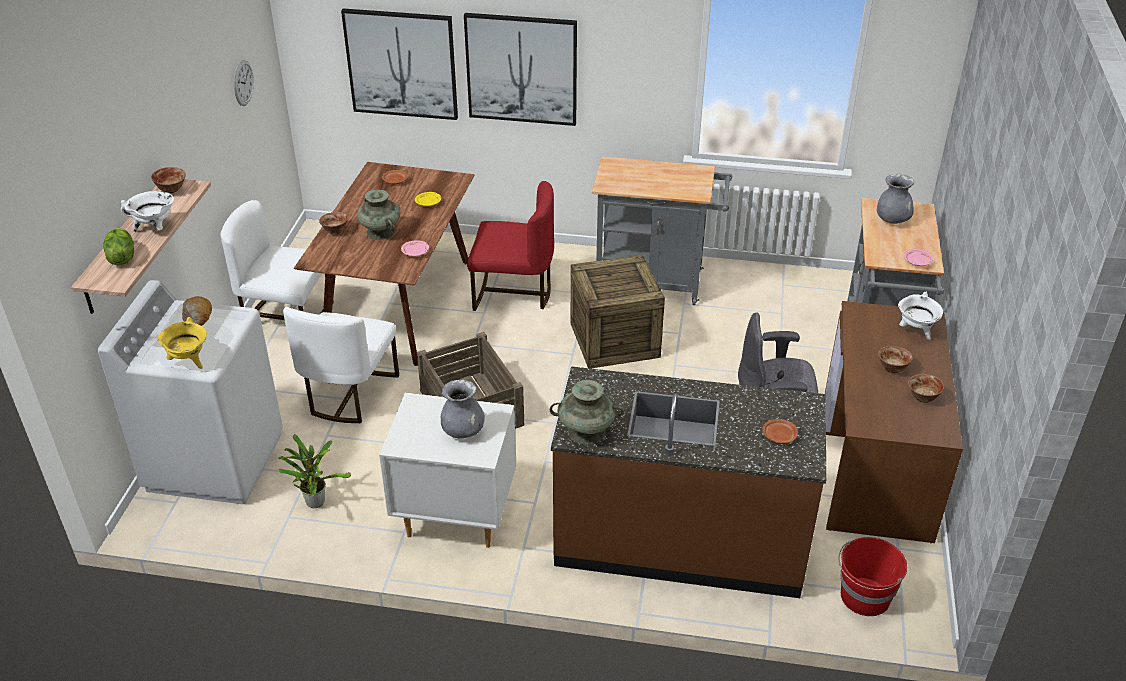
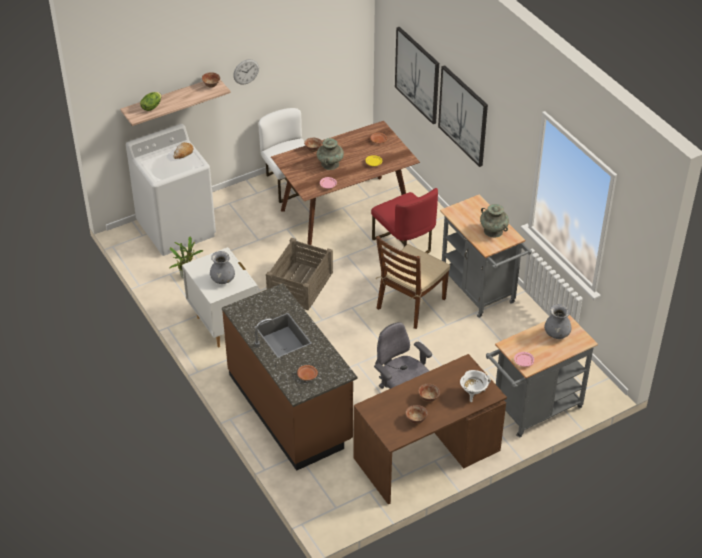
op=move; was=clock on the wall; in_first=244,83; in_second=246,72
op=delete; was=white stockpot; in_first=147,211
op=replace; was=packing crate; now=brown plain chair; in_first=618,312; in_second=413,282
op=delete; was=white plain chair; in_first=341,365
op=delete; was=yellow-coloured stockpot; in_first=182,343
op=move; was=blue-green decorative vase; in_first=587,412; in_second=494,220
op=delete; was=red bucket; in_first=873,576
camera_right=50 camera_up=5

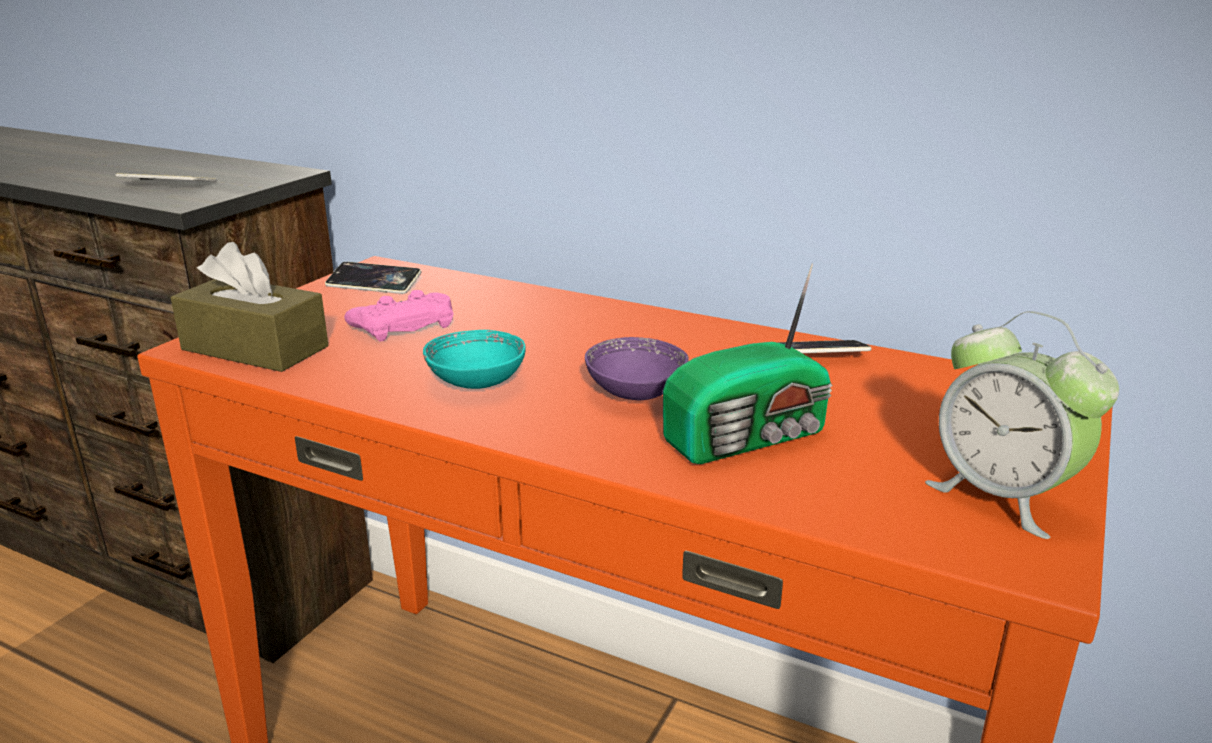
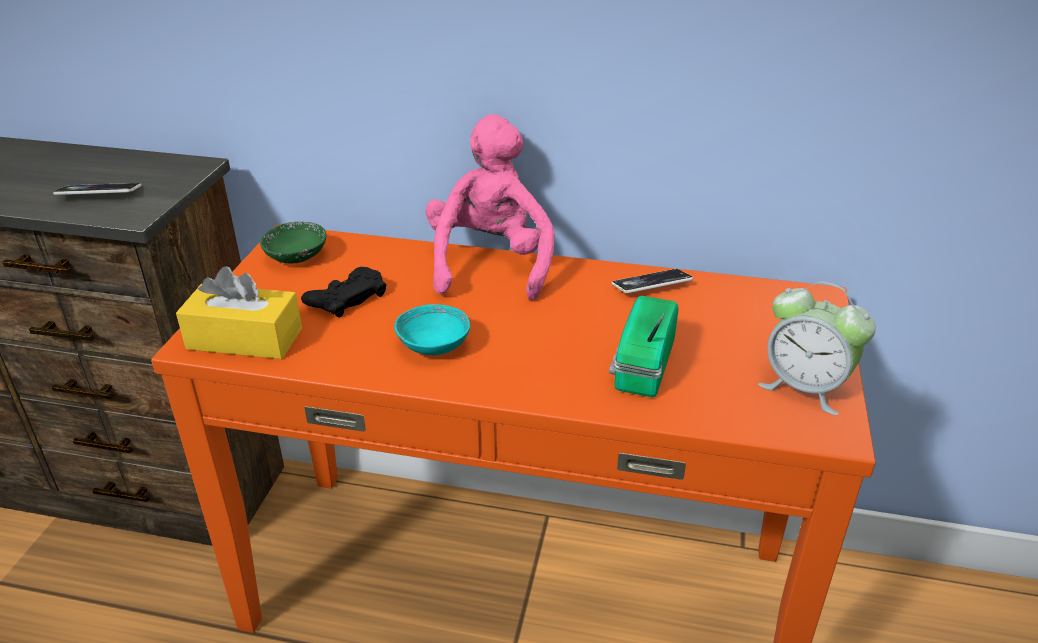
op=recolor; was=brown tissue box; now=yellow-coloured tissue box; in_first=250,307; in_second=239,312
op=replace; was=phone; now=greenish deep dish; in_first=373,278; in_second=293,243
op=rotate; was=radio; in_first=747,363; in_second=643,346; clockwise=150
op=recolor; was=pinkish game controller; now=blackish game controller; in_first=398,315; in_second=344,292
op=delete; was=purple deep dish; in_first=637,368
op=insert; now=pinkish soft toy; in_second=490,207
camera_right=-15 camera_up=10

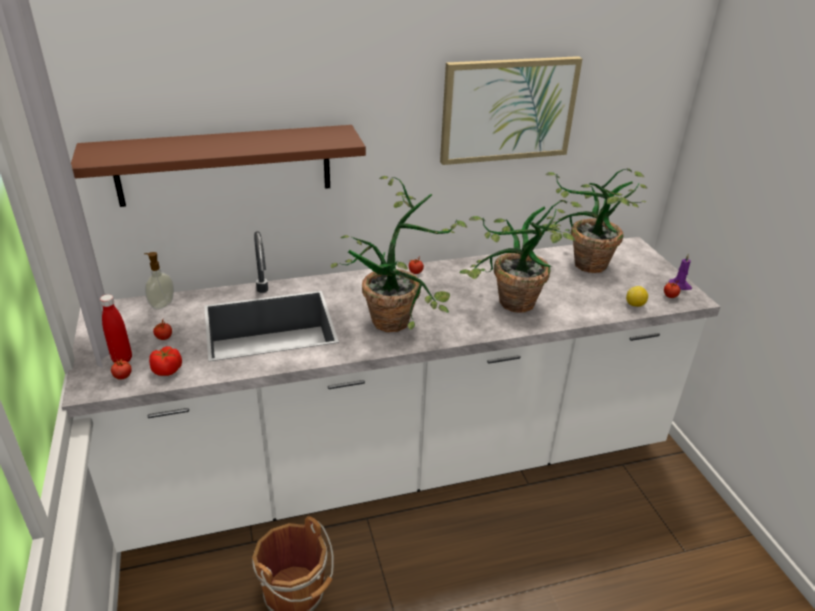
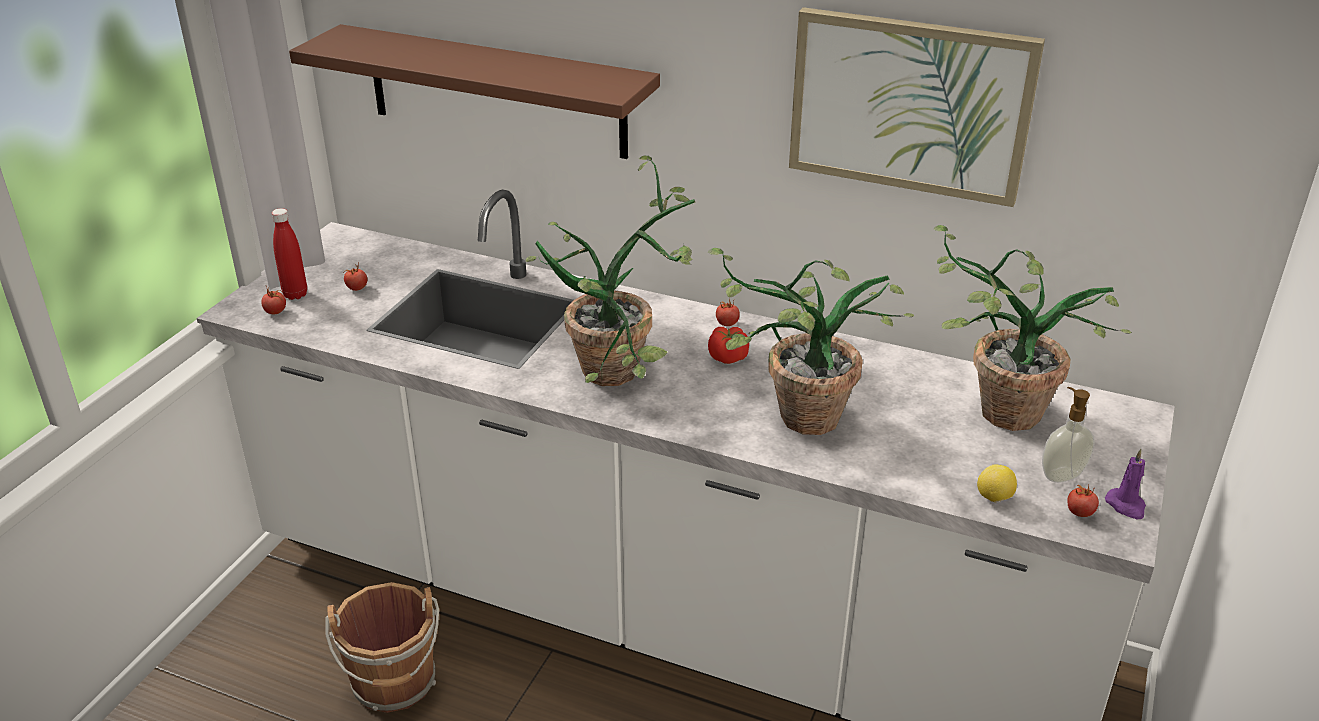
op=move; was=soap dispenser; in_first=159,280; in_second=1068,435
op=move; was=whole tomato; in_first=165,361; in_second=728,345
camera_right=40 camera_up=0

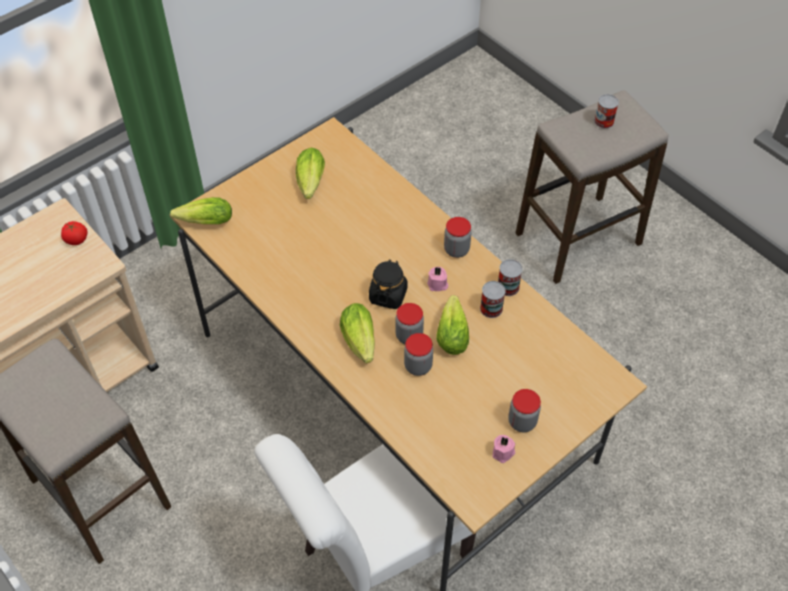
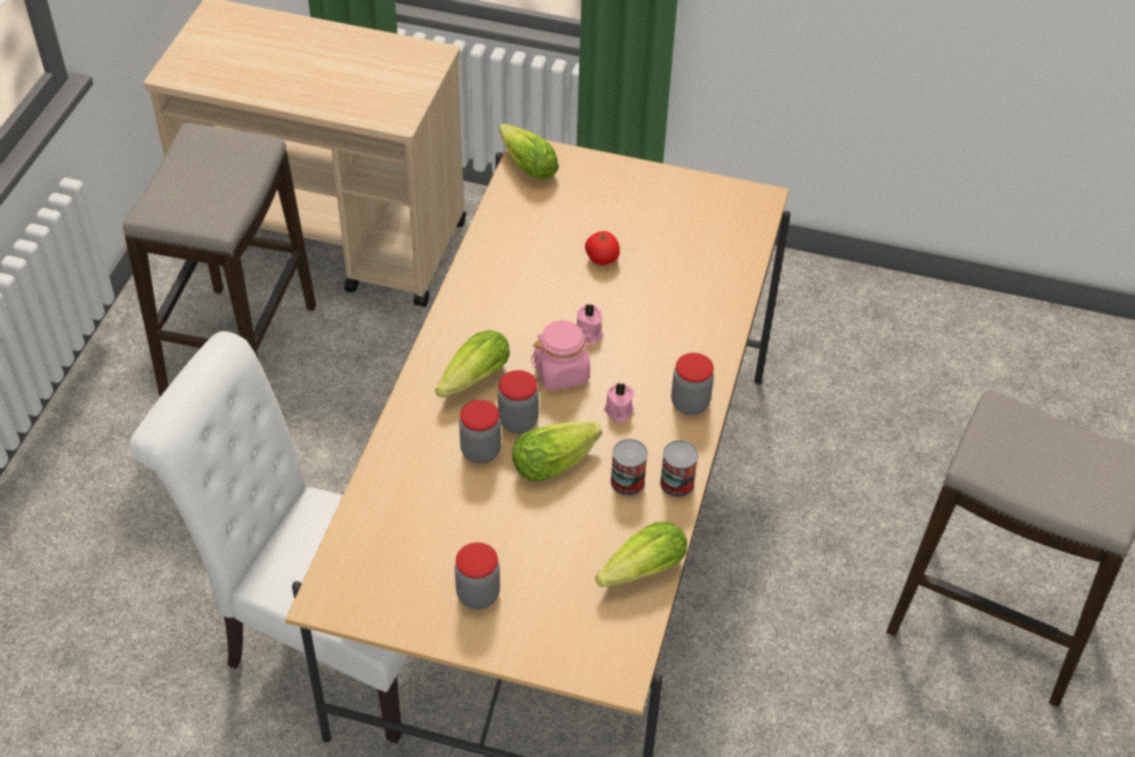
op=delete; was=can; in_first=606,111
op=move; was=lettuce; in_first=310,173; in_second=641,554
op=move; was=whole tomato; in_first=74,233; in_second=602,248
op=recolor; was=blackish preserve jar; now=pinkish preserve jar; in_first=388,284; in_second=563,355
op=move; was=pinkish candle; in_first=503,449; in_second=590,323
camera_right=55 camera_up=-5

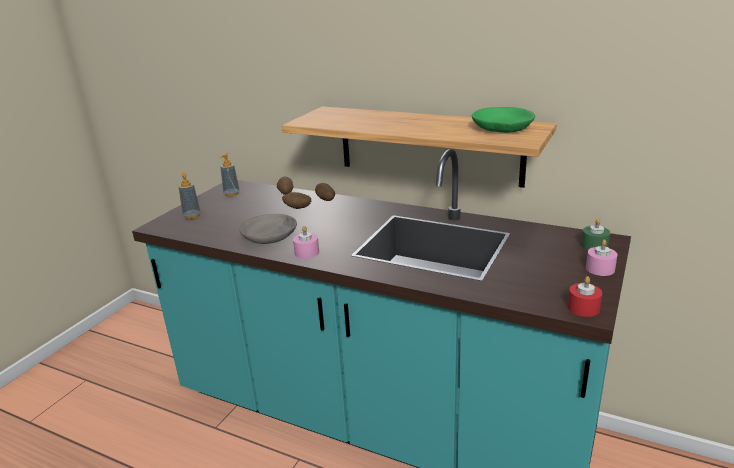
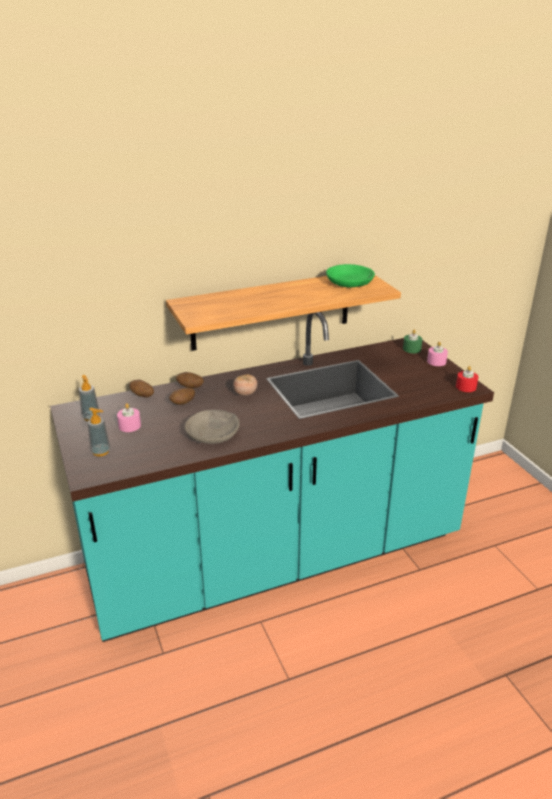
op=move; was=pinkish candle; in_first=306,242; in_second=129,417
op=insert; now=whole tomato; in_second=245,385
camera_right=-50 camera_up=5

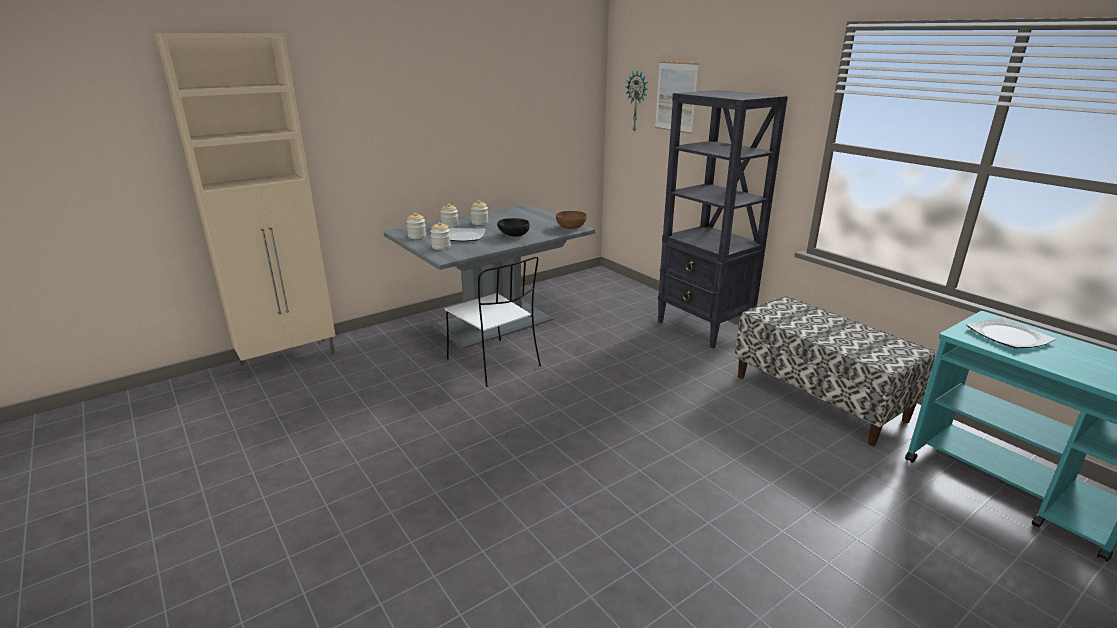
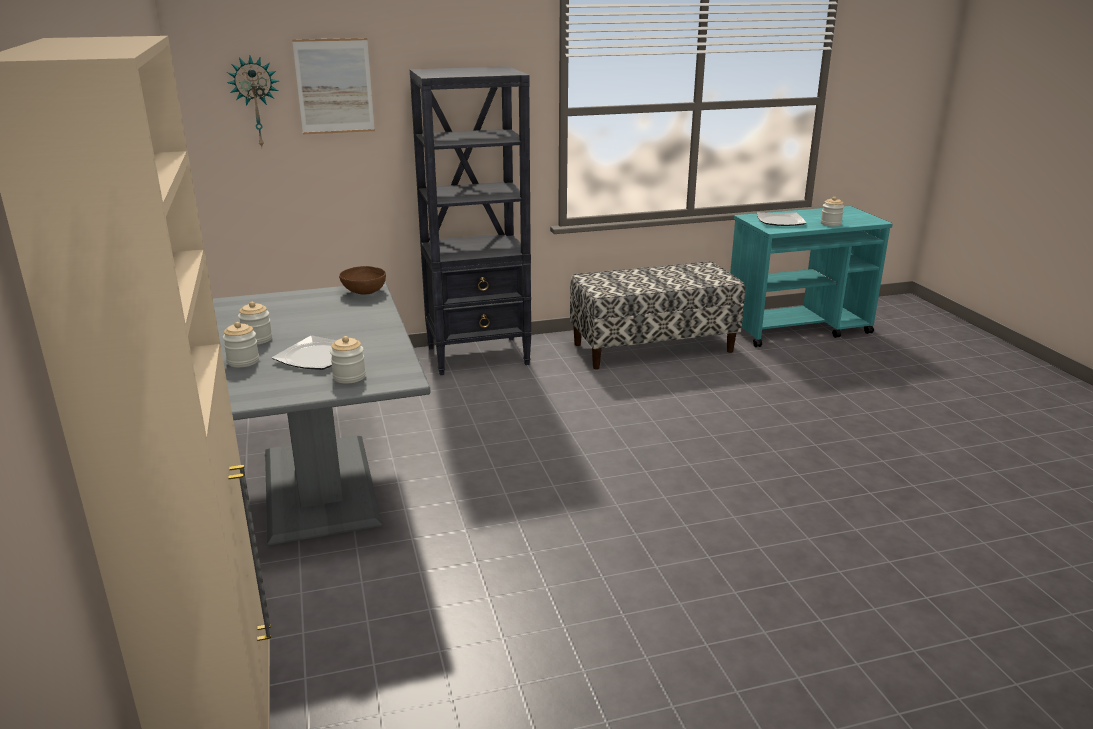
op=move; was=preserve jar; in_first=416,226; in_second=832,212
op=delete; was=blackish deep dish; in_first=513,227
op=delete; was=white plain chair; in_first=493,321
camera_right=-70 camera_up=0

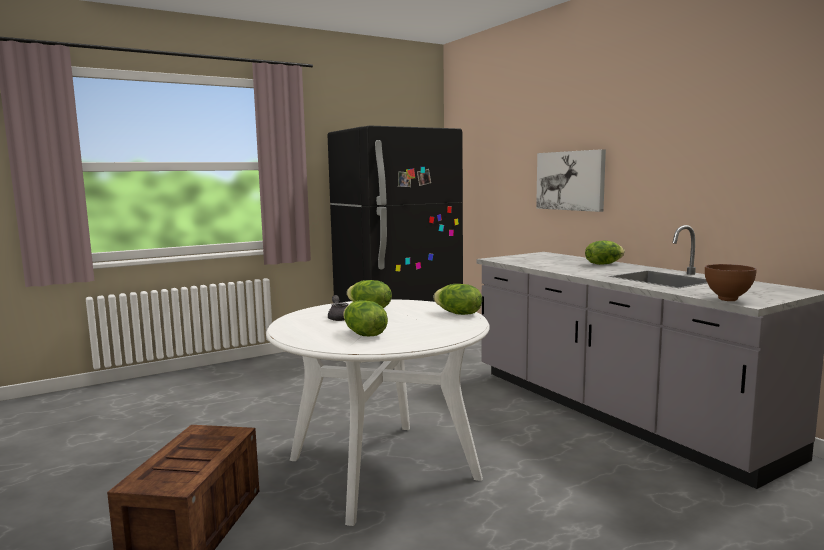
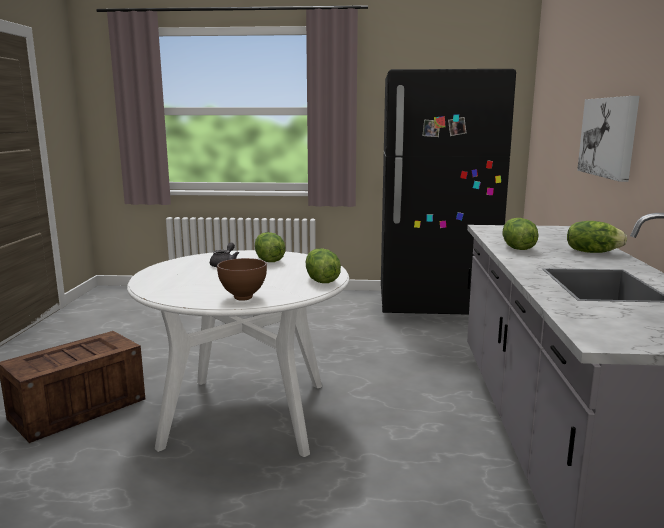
op=move; was=brown deep dish; in_first=731,282; in_second=242,279
op=move; was=lettuce; in_first=365,318; in_second=521,234
camera_right=35 camera_up=5

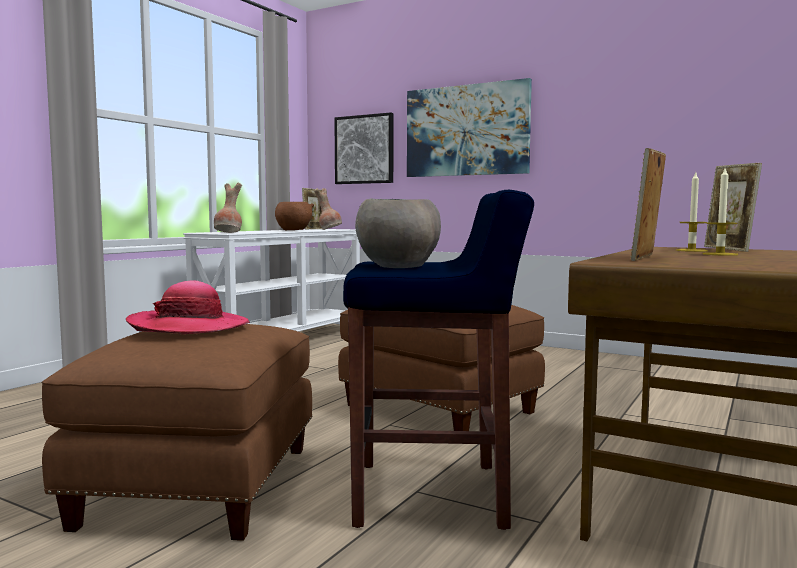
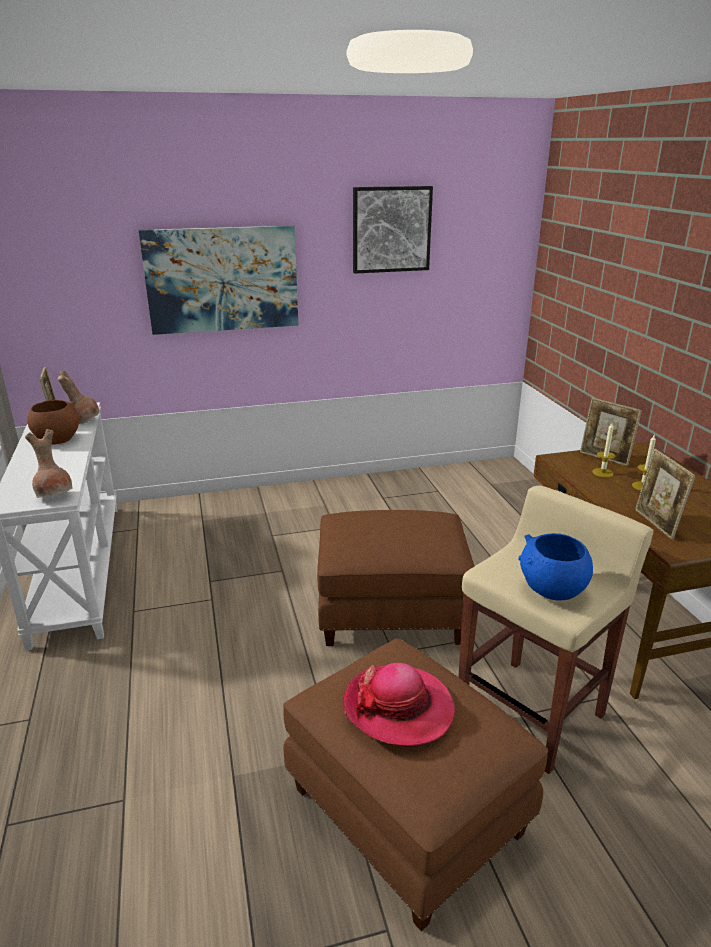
op=move; was=wall picture; in_first=363,148; in_second=393,229
op=recolor; was=blue-coloured stool; now=beige-coloured stool; in_first=438,360; in_second=556,630
op=recolor; was=gray deep dish; now=blue-coloured deep dish; in_first=398,233; in_second=555,567
camera_right=-45 camera_up=20

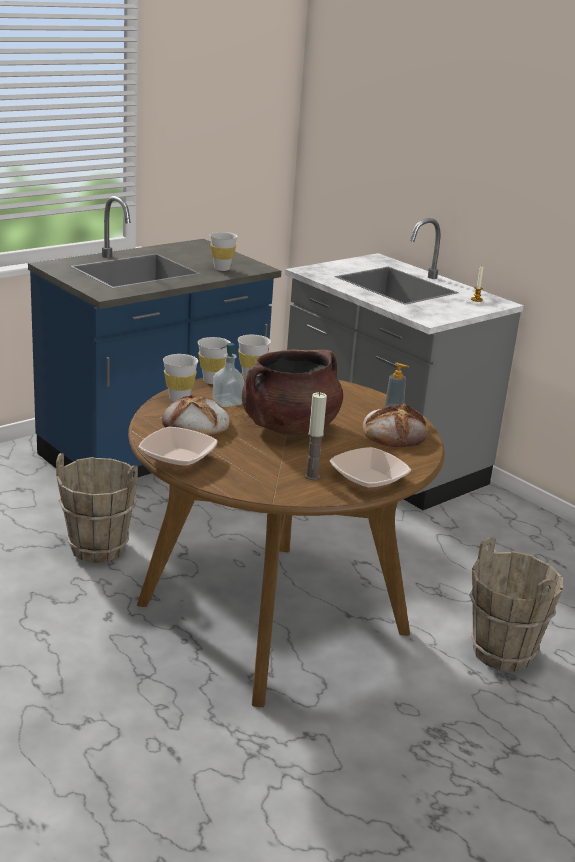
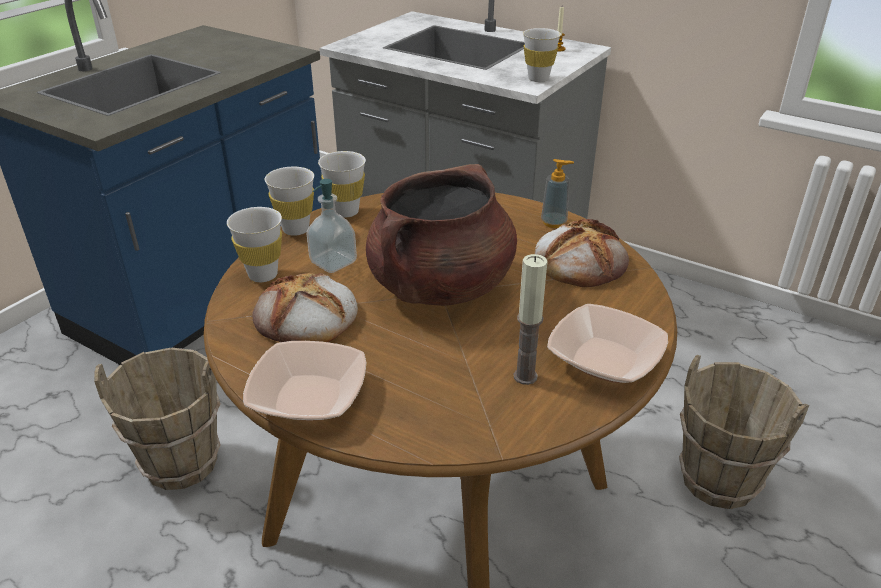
op=move; was=white small cup; in_first=224,251; in_second=542,55
camera_right=-15 camera_up=10

